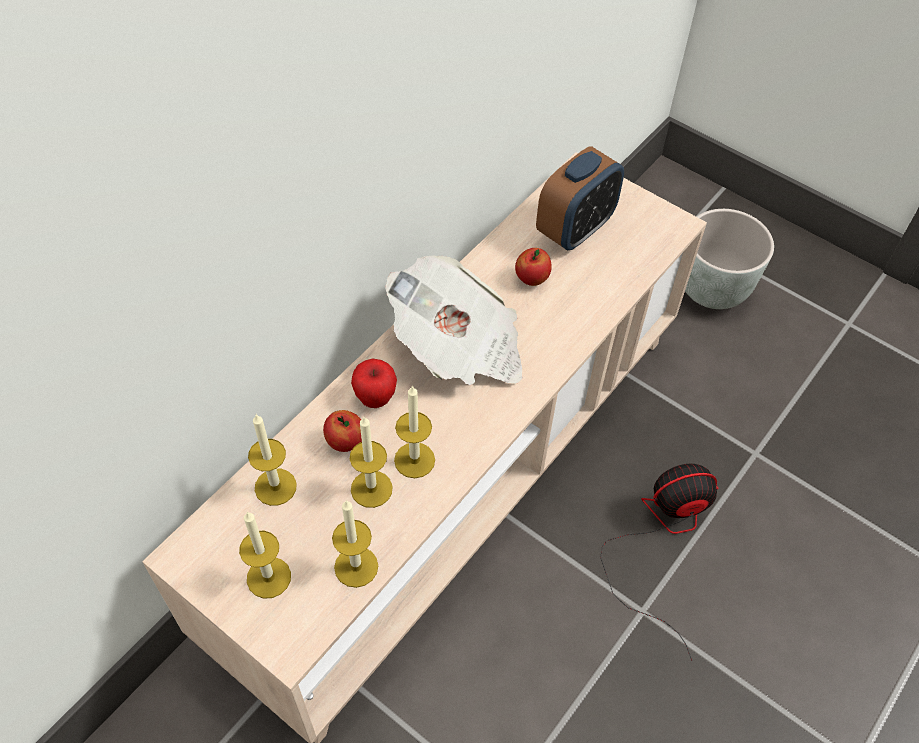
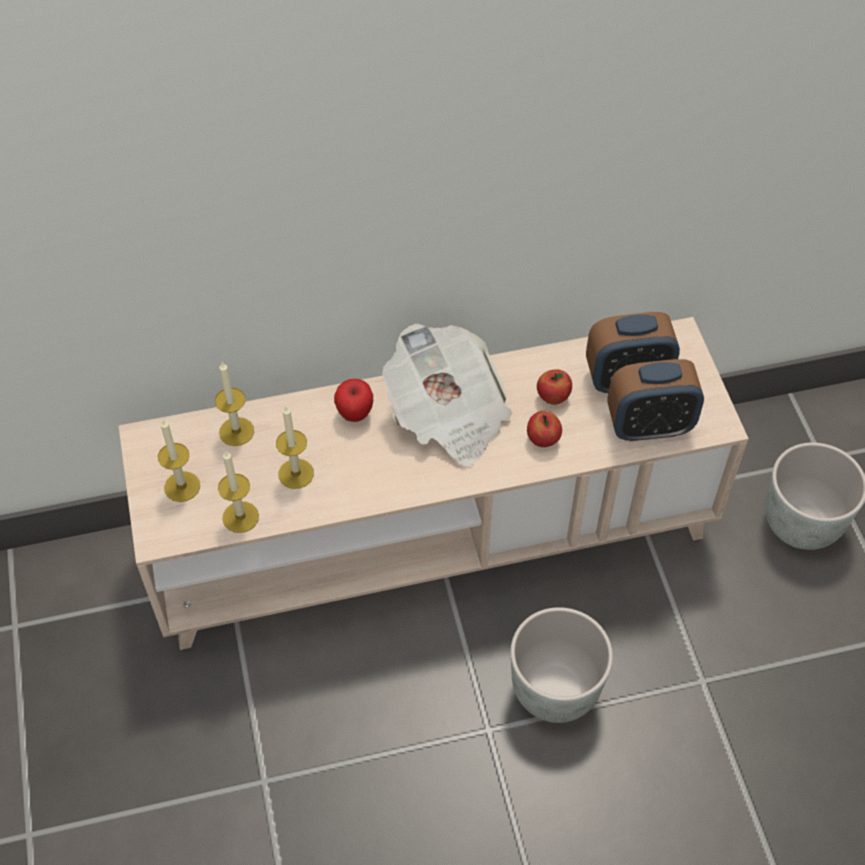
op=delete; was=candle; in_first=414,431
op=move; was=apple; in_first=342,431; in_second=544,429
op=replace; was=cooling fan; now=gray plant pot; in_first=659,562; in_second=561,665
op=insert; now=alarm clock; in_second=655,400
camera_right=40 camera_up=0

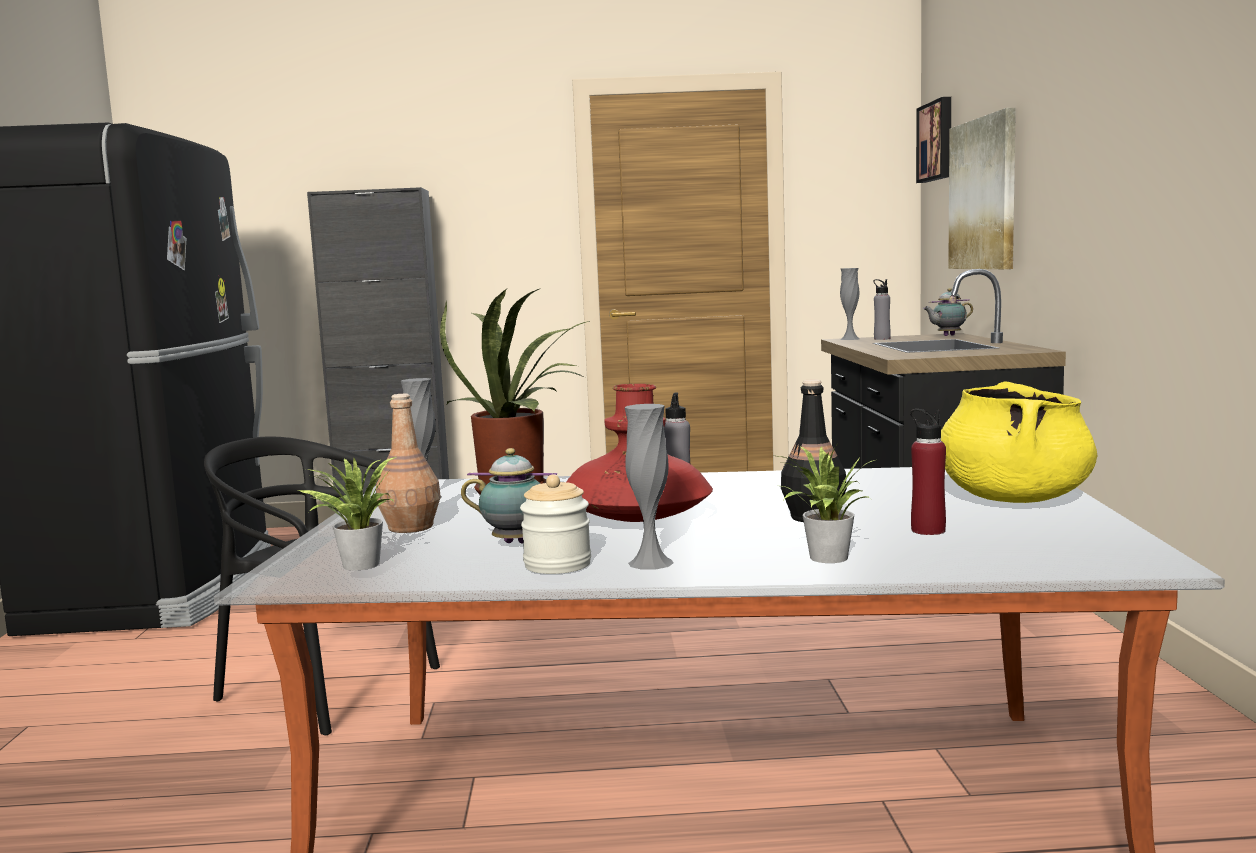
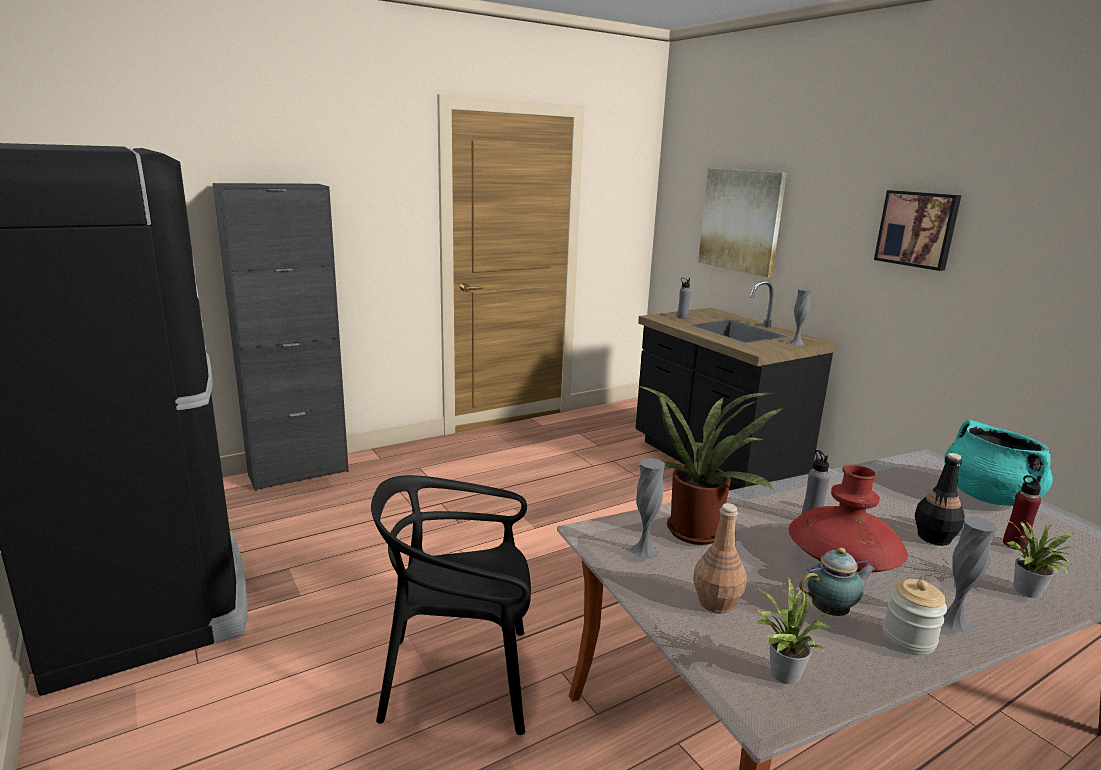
op=move; was=wall picture; in_first=933,140; in_second=917,230
op=move; was=gray decorative vase; in_first=850,304; in_second=800,317
op=delete; was=teapot; in_first=948,312
op=recolor; was=yellow-coloured stockpot; now=blue-green stockpot; in_first=1019,442; in_second=998,462
camera_right=-30 camera_up=10

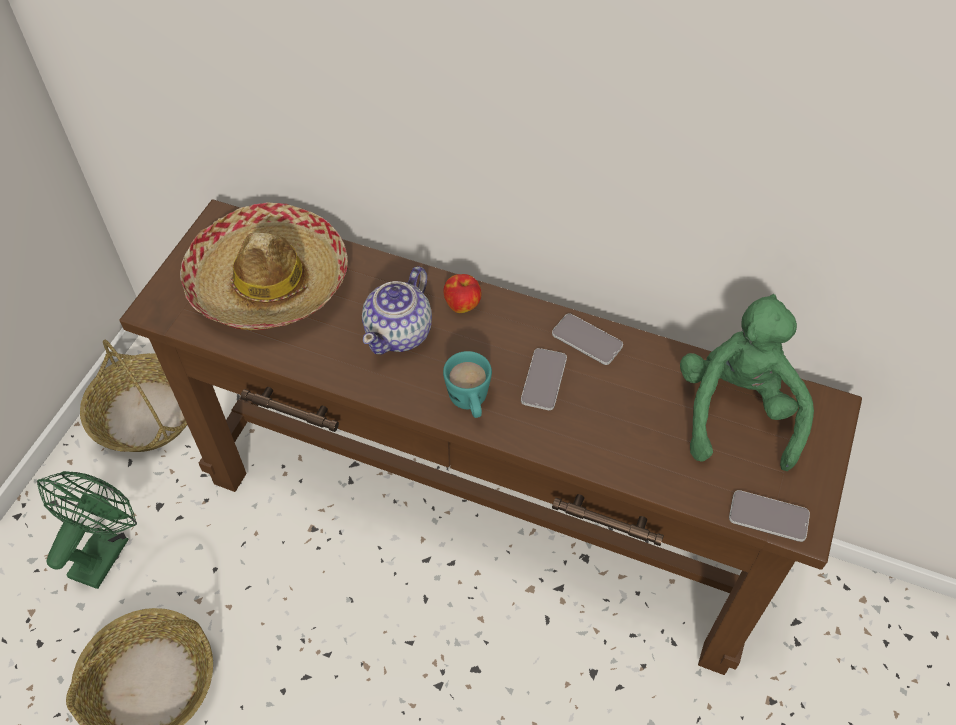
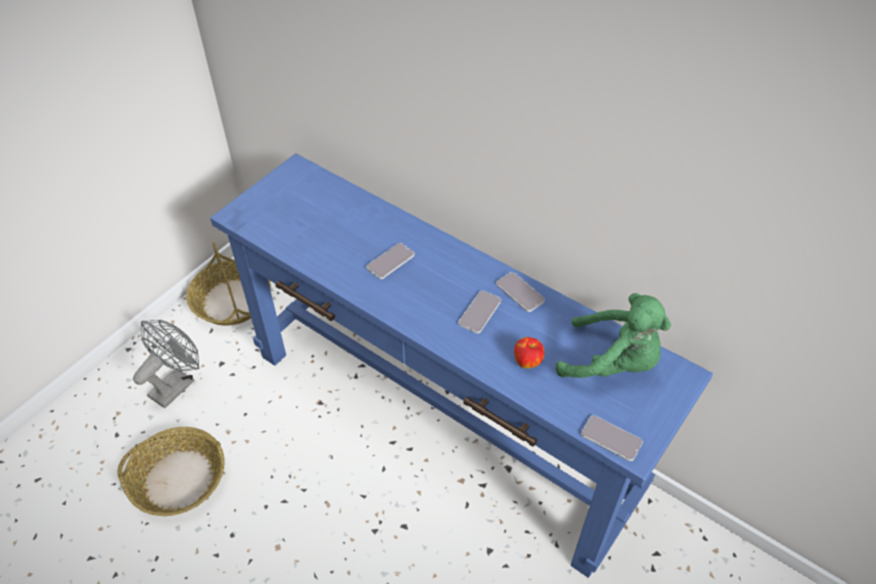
op=recolor; was=brown hall table; now=blue-coloured hall table; in_first=490,437; in_second=461,365
op=delete; was=clothing hat; in_first=264,266
op=replace; was=teapot; now=phone; in_first=397,310; in_second=390,261
op=move; was=apple; in_first=462,293; in_second=529,353
op=rotate; was=greenish soft toy; in_first=747,382; in_second=613,335; clockwise=90
op=delete; was=blue-green tea mug; in_first=467,384
op=recolor; was=greenish cooling fan; now=gray cooling fan; in_first=87,530; in_second=166,364
camera_right=15 camera_up=-5

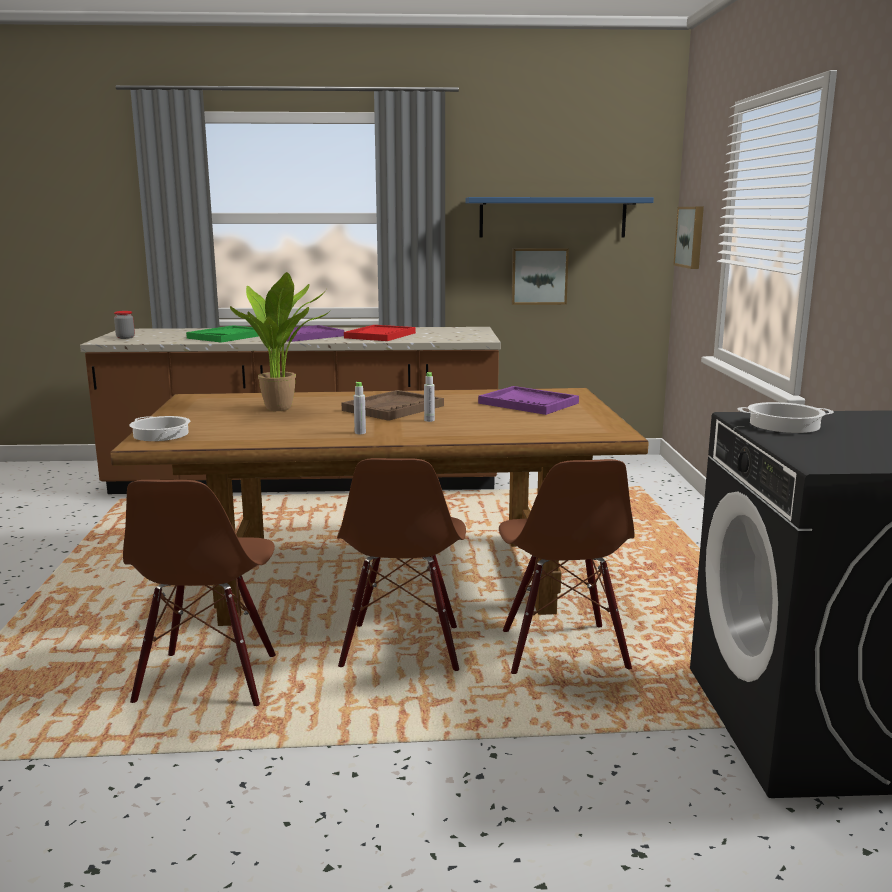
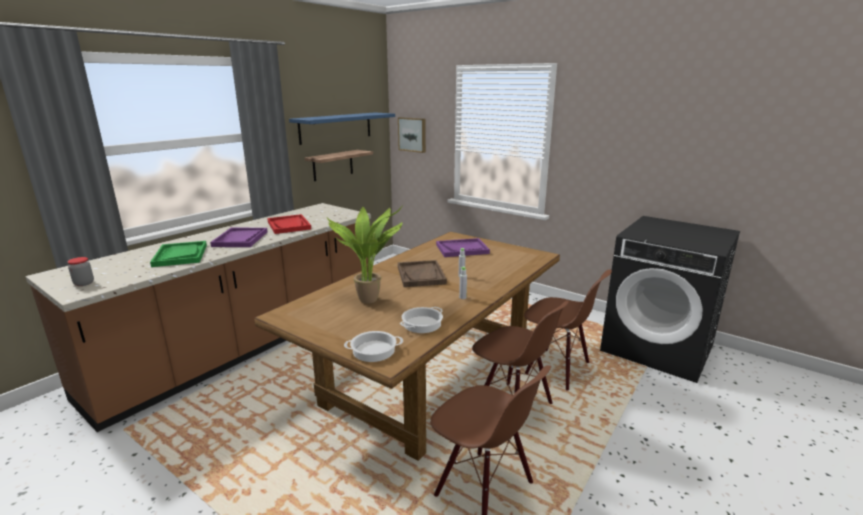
op=replace; was=wall picture; now=bracket shelf; in_first=540,276; in_second=339,165
op=move; was=stockpot; in_first=785,417; in_second=421,320
camera_right=-50 camera_up=5

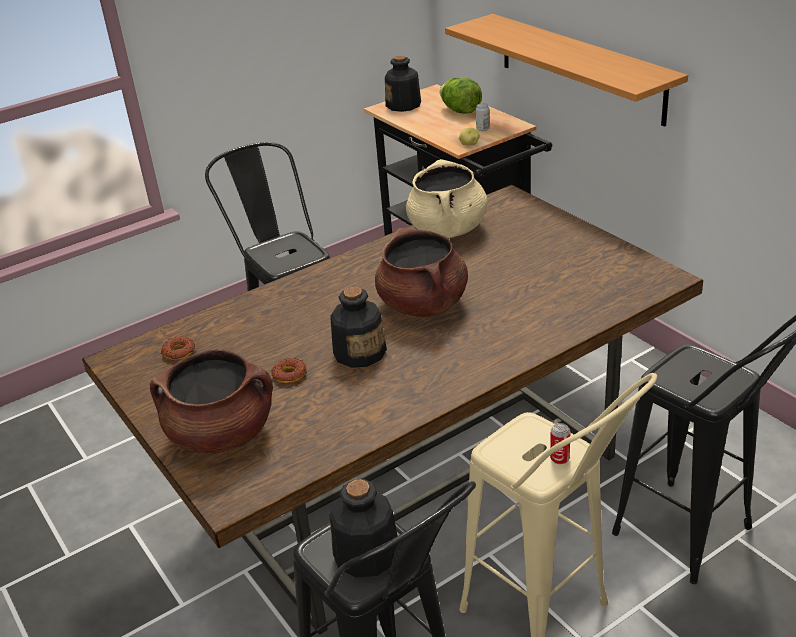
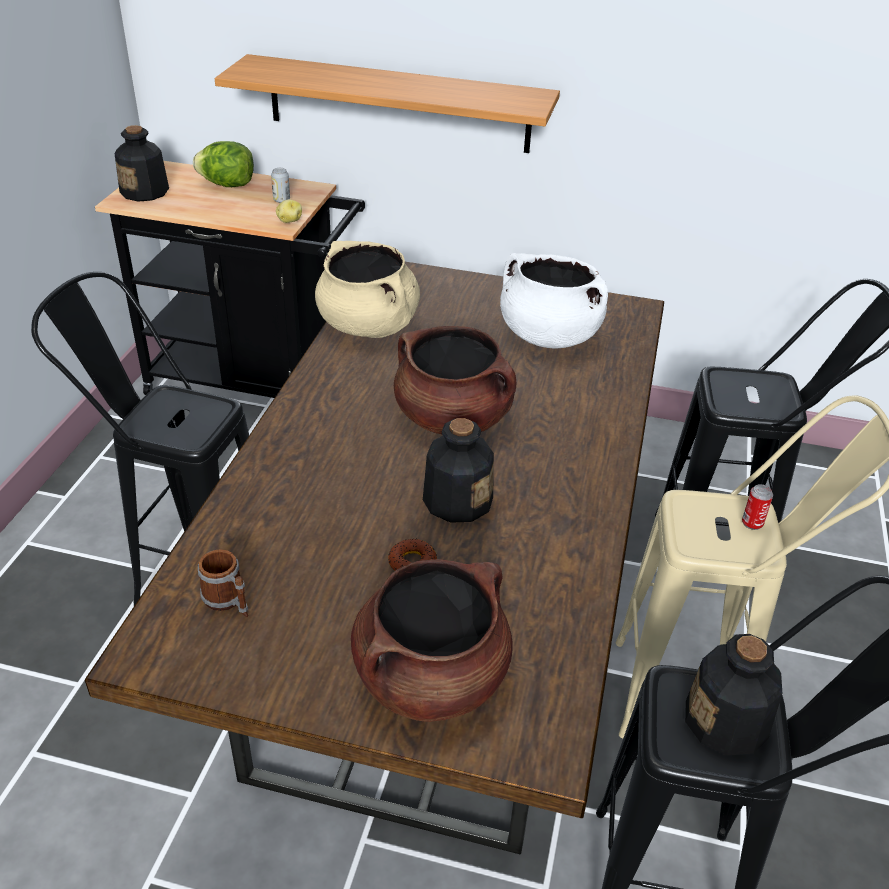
op=replace; was=donut; now=tea mug; in_first=178,348; in_second=223,583
op=insert; now=white stockpot; in_second=554,301
camera_right=-45 camera_up=5

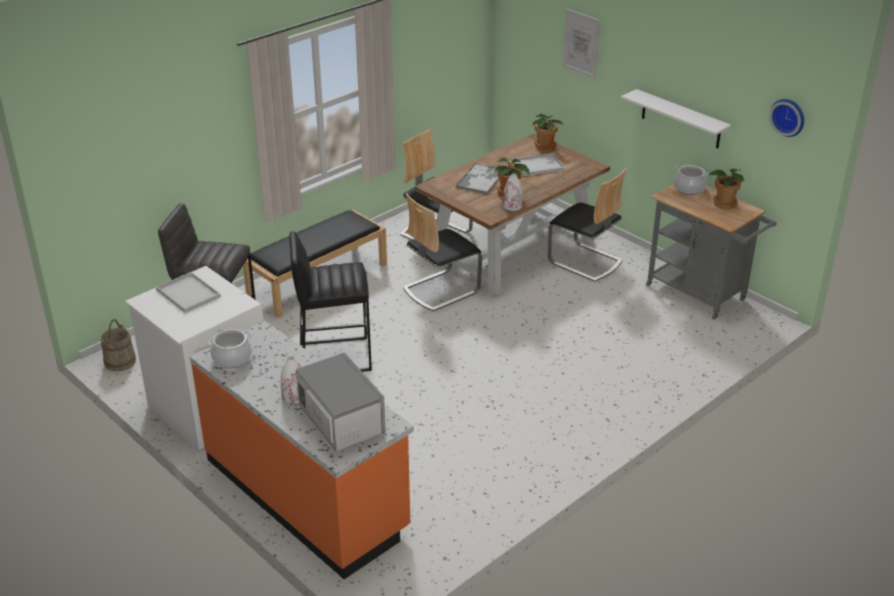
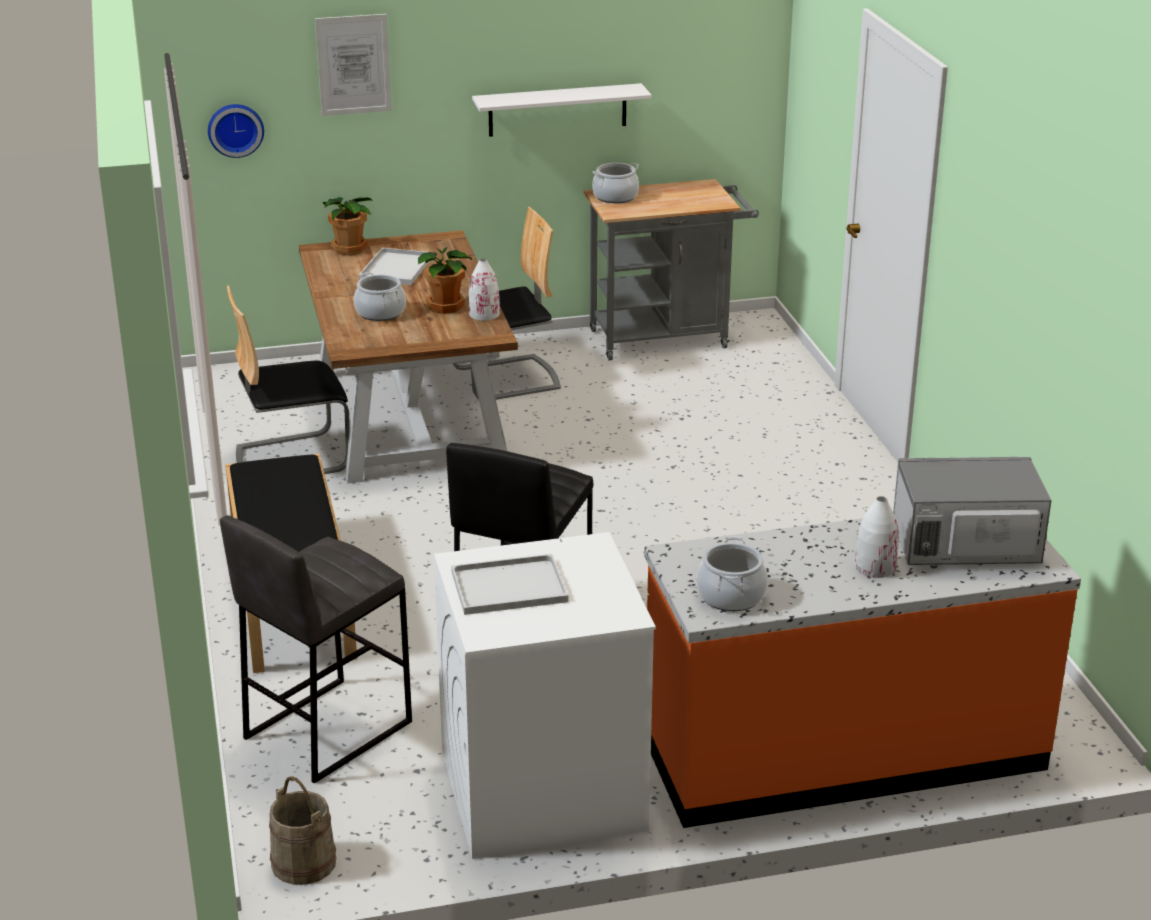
op=move; was=clock on the wall; in_first=786,118; in_second=236,131
op=replace; was=serving tray; now=stockpot; in_first=477,178; in_second=380,296
op=delete; was=houseplant; in_first=726,189
op=delete; was=plain chair; in_first=442,252
camera_right=-60 camera_up=-5

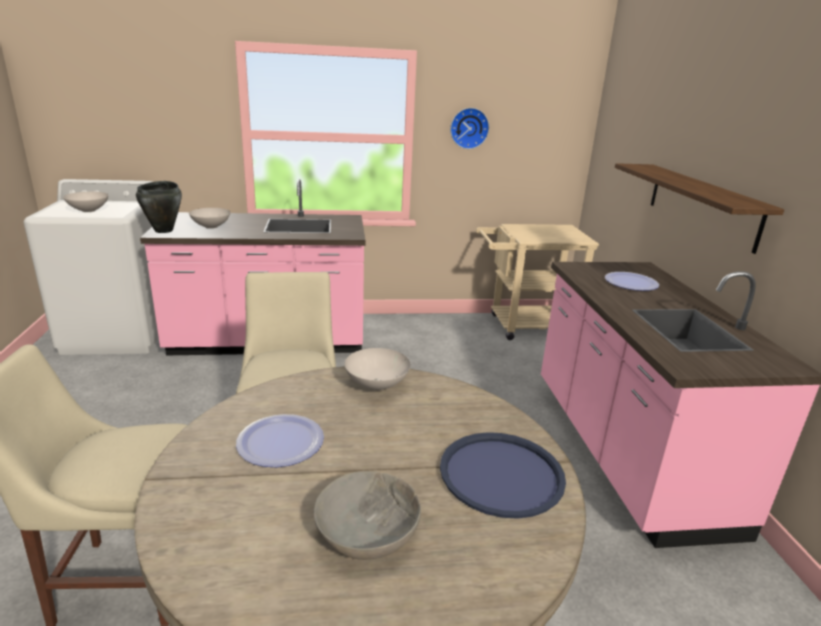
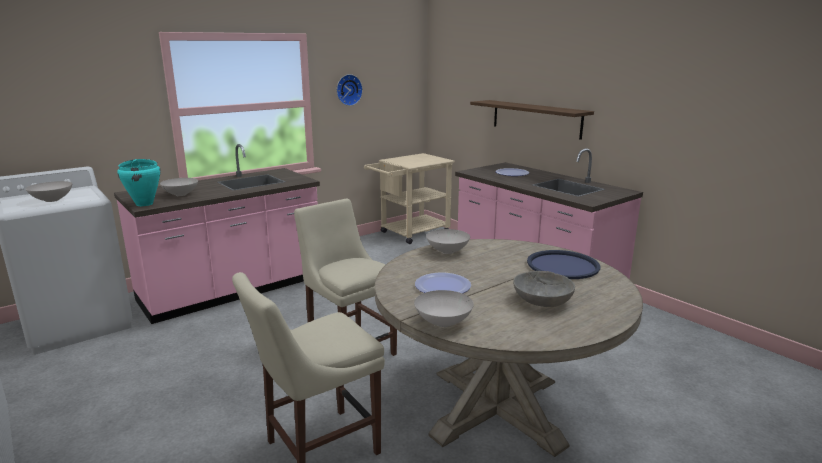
op=recolor; was=blackish stockpot; now=blue-green stockpot; in_first=159,207; in_second=139,182
op=insert; now=white deep dish; in_second=444,308
camera_right=-30 camera_up=-5

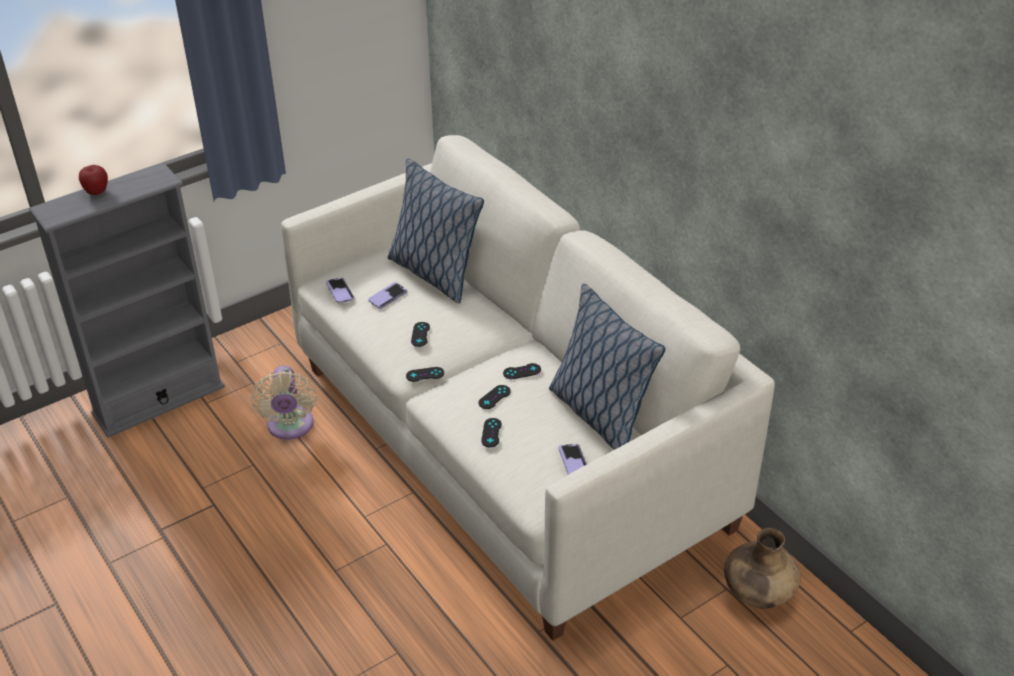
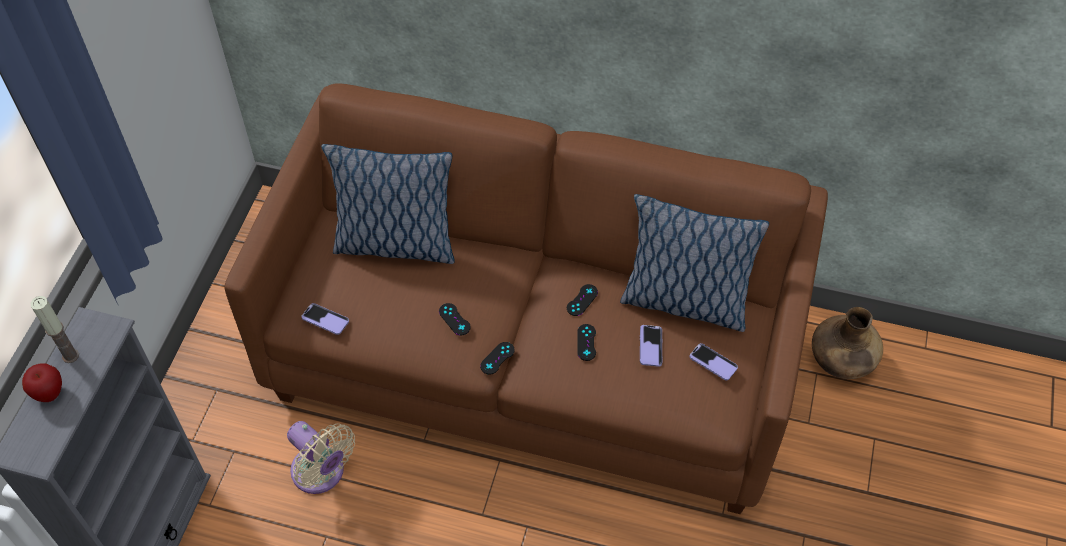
op=recolor; was=white couch; now=brown couch; in_first=528,388; in_second=526,298
op=move; was=phone; in_first=388,295; in_second=651,346
op=delete; was=blackish game controller; in_first=491,432
op=insert; now=candle; in_second=55,329
camera_right=-40 camera_up=15

